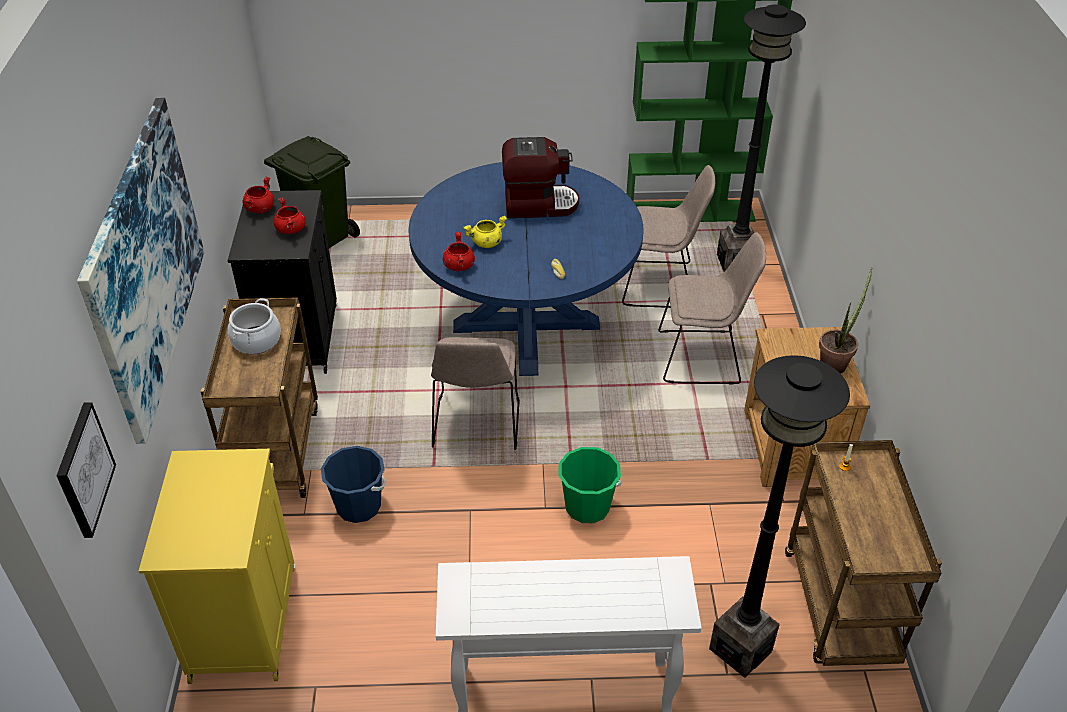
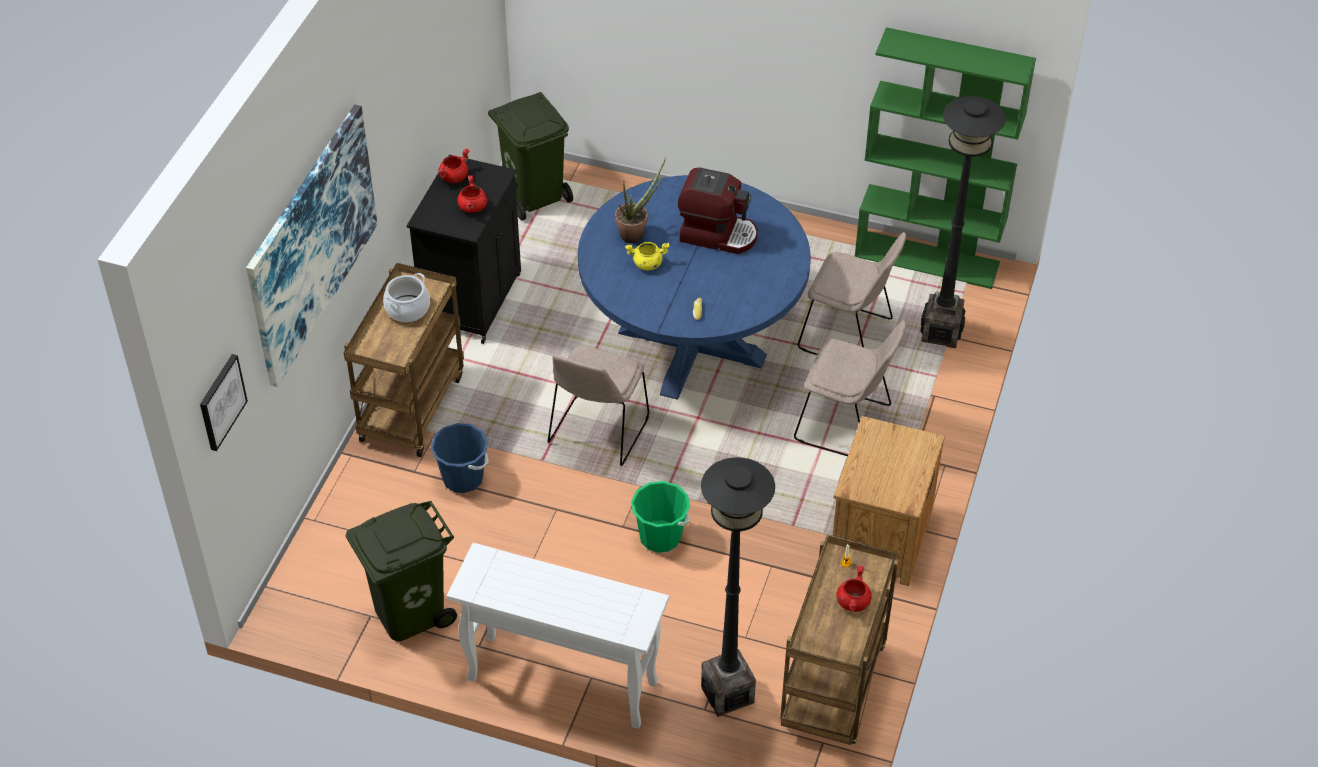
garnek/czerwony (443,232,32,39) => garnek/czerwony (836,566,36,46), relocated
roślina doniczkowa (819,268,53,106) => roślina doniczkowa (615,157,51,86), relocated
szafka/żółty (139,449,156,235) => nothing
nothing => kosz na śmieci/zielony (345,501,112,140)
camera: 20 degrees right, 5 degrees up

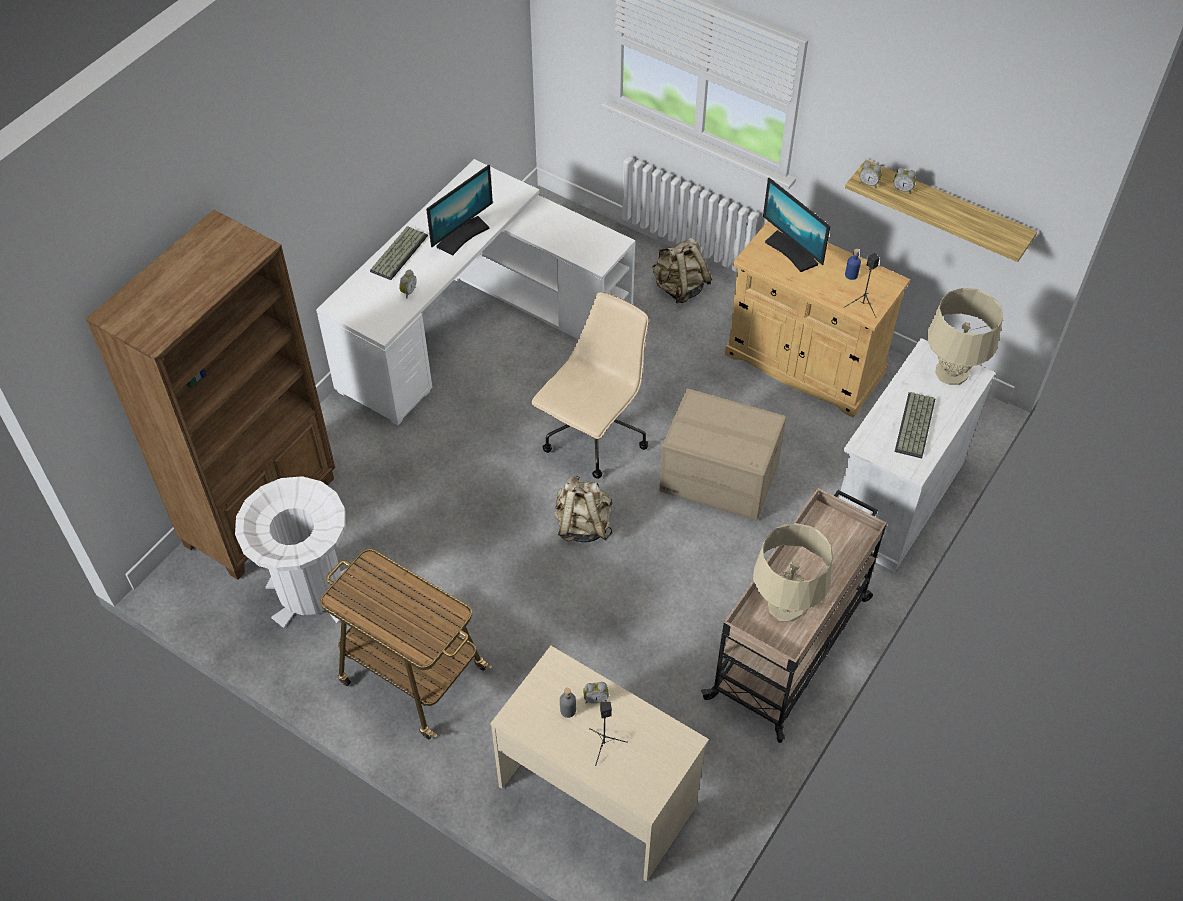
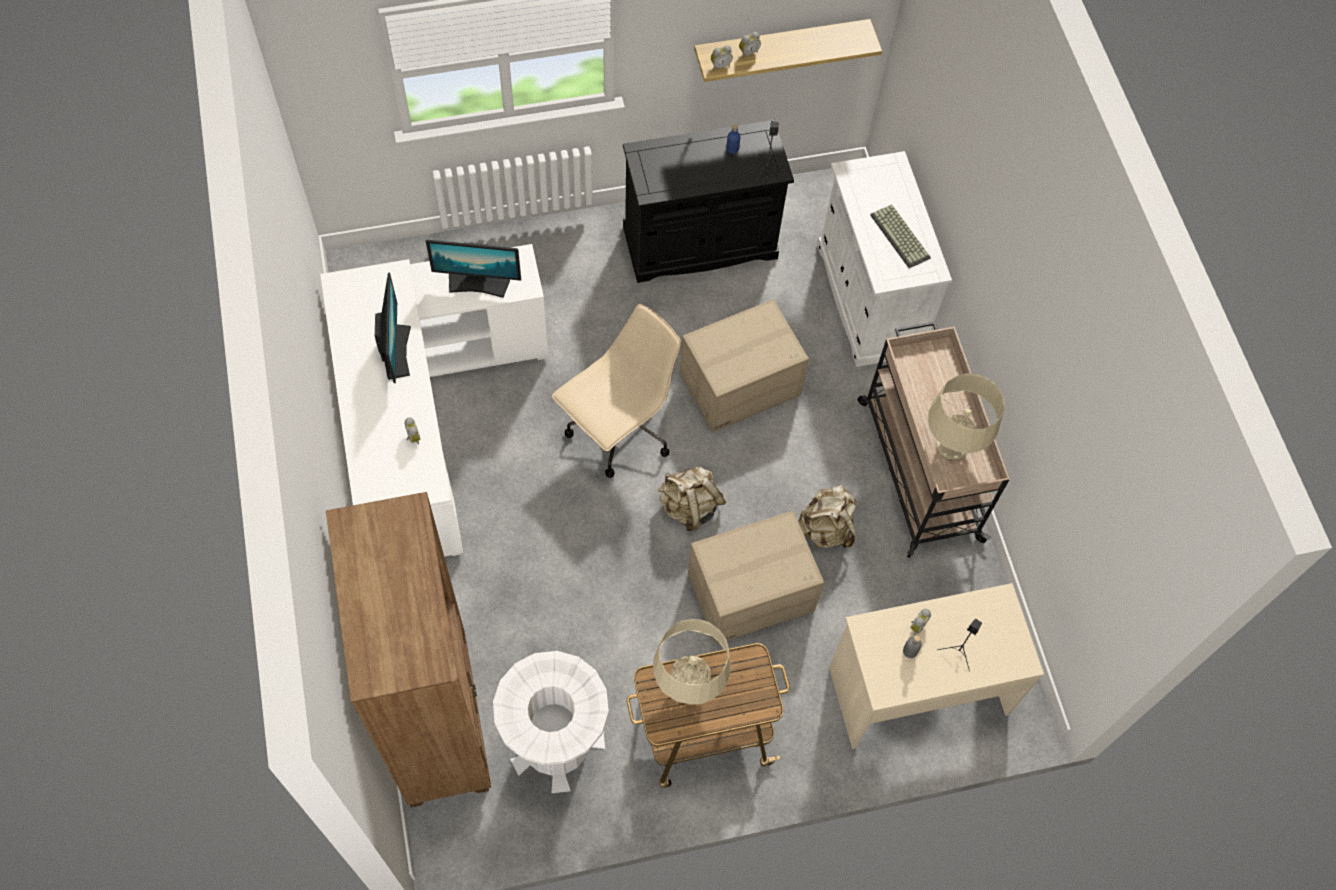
monitor (763,178,67,94) => monitor (426,240,95,58), relocated
szafka/beżowy (725,221,186,197) => szafka/czarny (623,120,171,163)
klawiatura (370,226,58,54) => nothing
plecak/beżowy (652,237,60,66) => plecak/beżowy (799,485,57,63), relocated
lampa stołowa/beżowy (927,288,76,97) => lampa stołowa/beżowy (653,619,78,86), relocated
krzesło biurowe/beżowy (531,292,118,187) => krzesło biurowe/beżowy (552,304,129,174), 60 degrees clockwise
nothing => karton (688,511,136,133)
camera: 50 degrees left, 10 degrees up

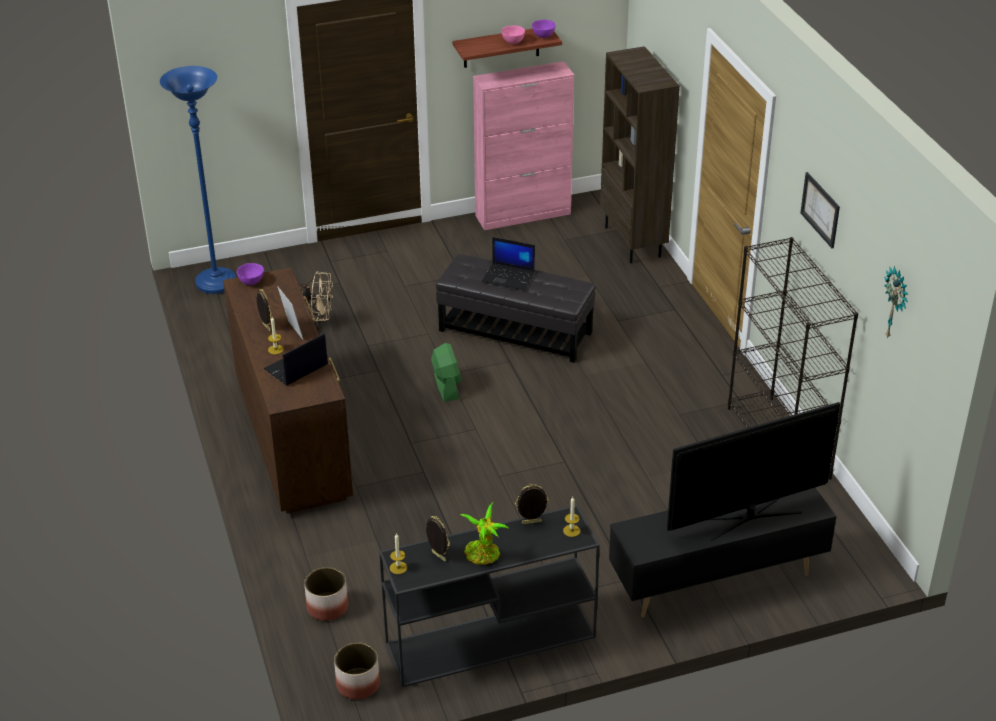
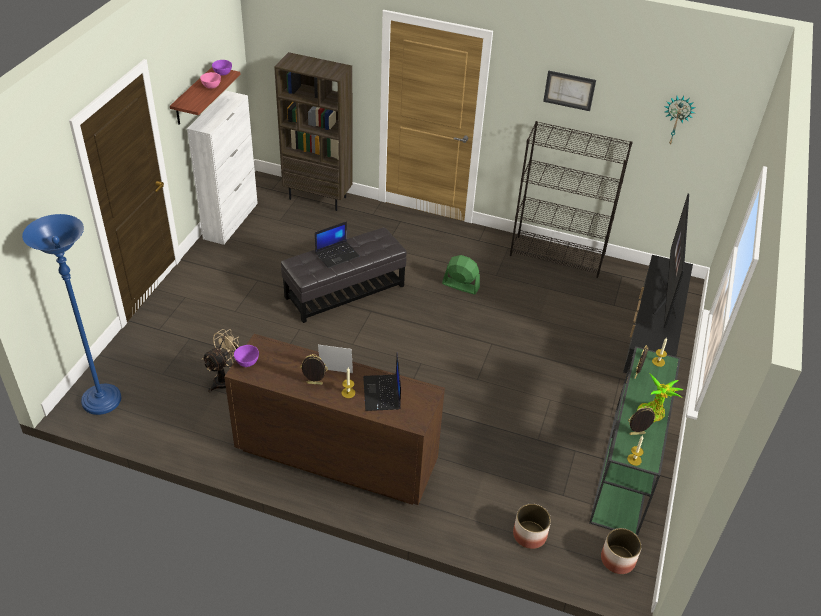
szafka/różowy (473,61,101,169) => szafka/biały (187,91,71,154)
wentylator/zielony (431,343,31,59) => wentylator/zielony (442,255,38,40), relocated
stolik konsolowy/czarny (379,505,220,182) => stolik konsolowy/zielony (589,346,92,190)
camera: 55 degrees left, 5 degrees up

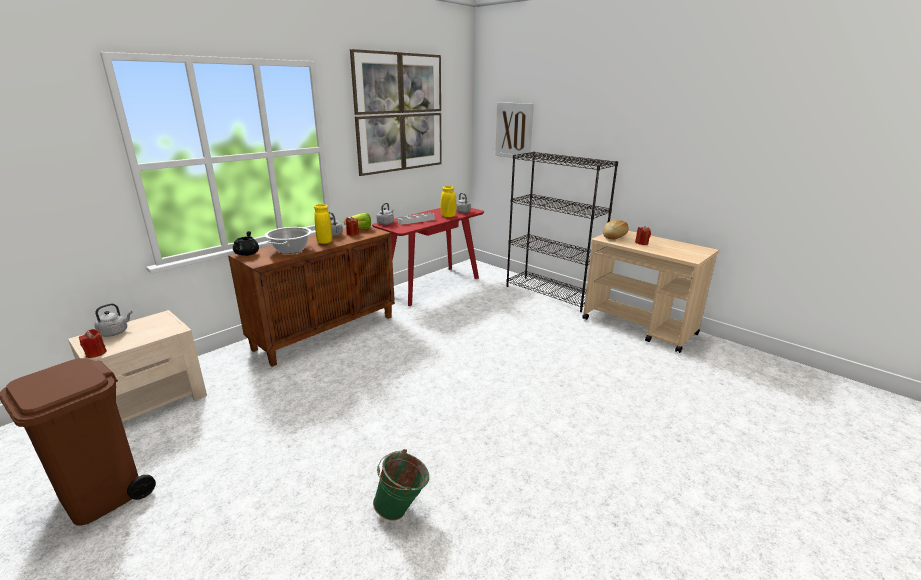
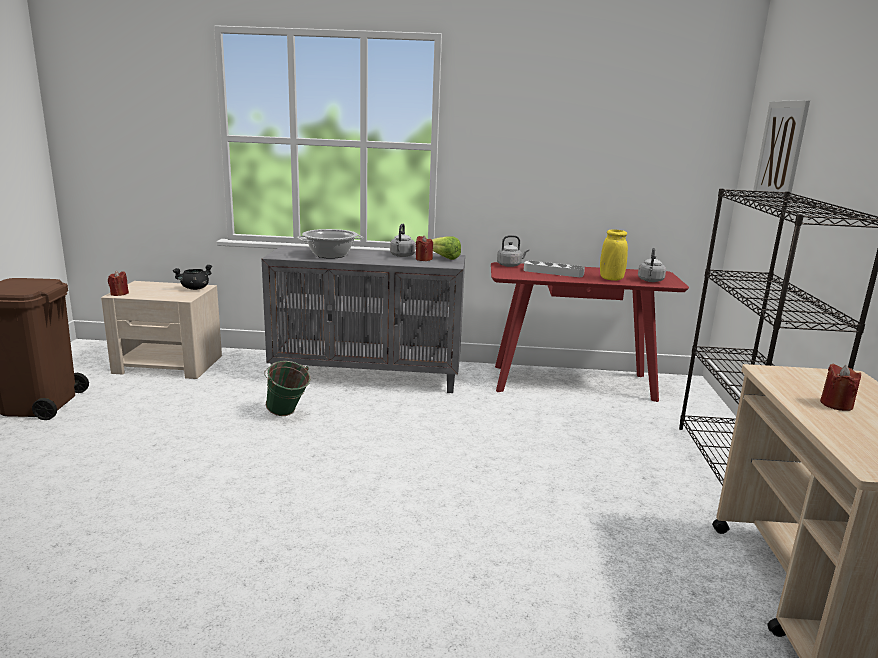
obraz (350,49,92,127) => nothing
wazon/żółty (314,204,18,40) => nothing
chleb (603,219,25,21) => nothing
szafka/brązowy (228,227,167,140) => szafka/szary (262,246,203,147)
garnek/czarny (233,231,26,25) => garnek/czarny (173,264,40,26), relocated
czajnik/szary (94,303,38,34) => nothing
wiadro/zielony (373,449,56,72) => wiadro/zielony (264,361,47,55), relocated
camera: 50 degrees right, 5 degrees down

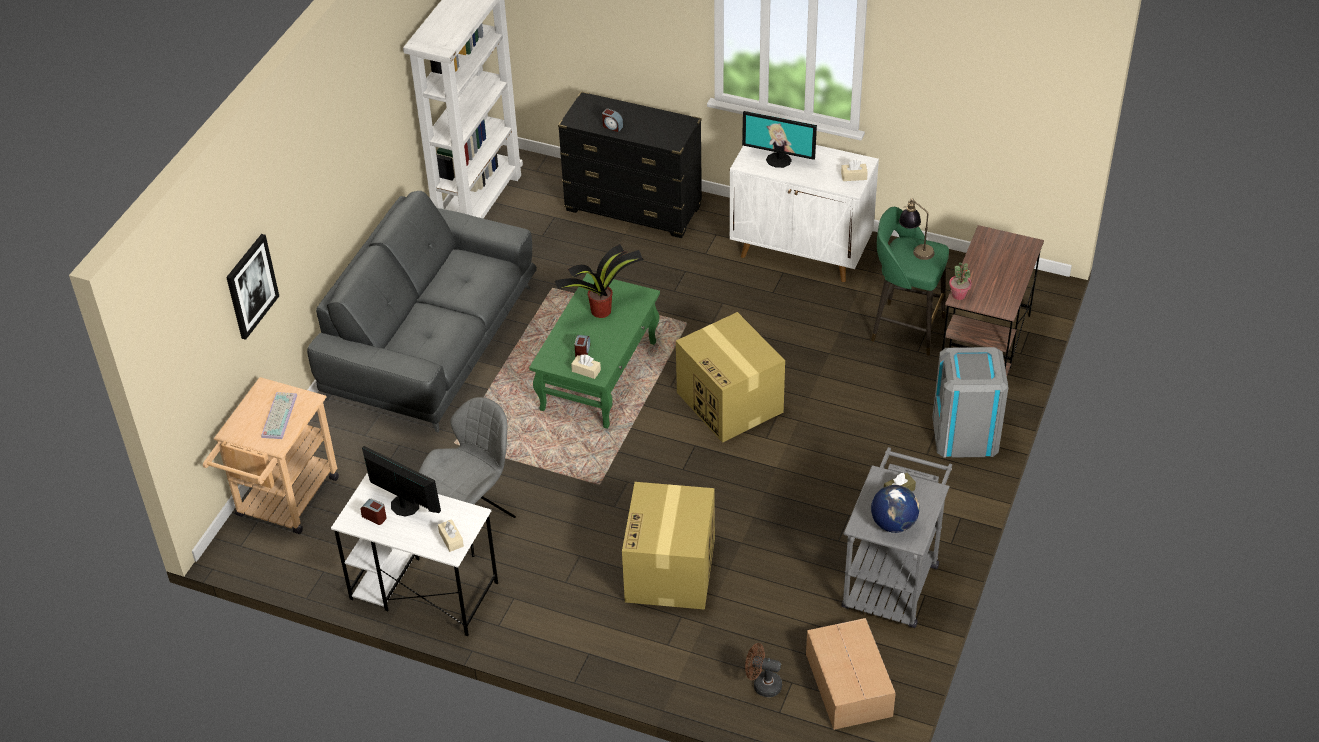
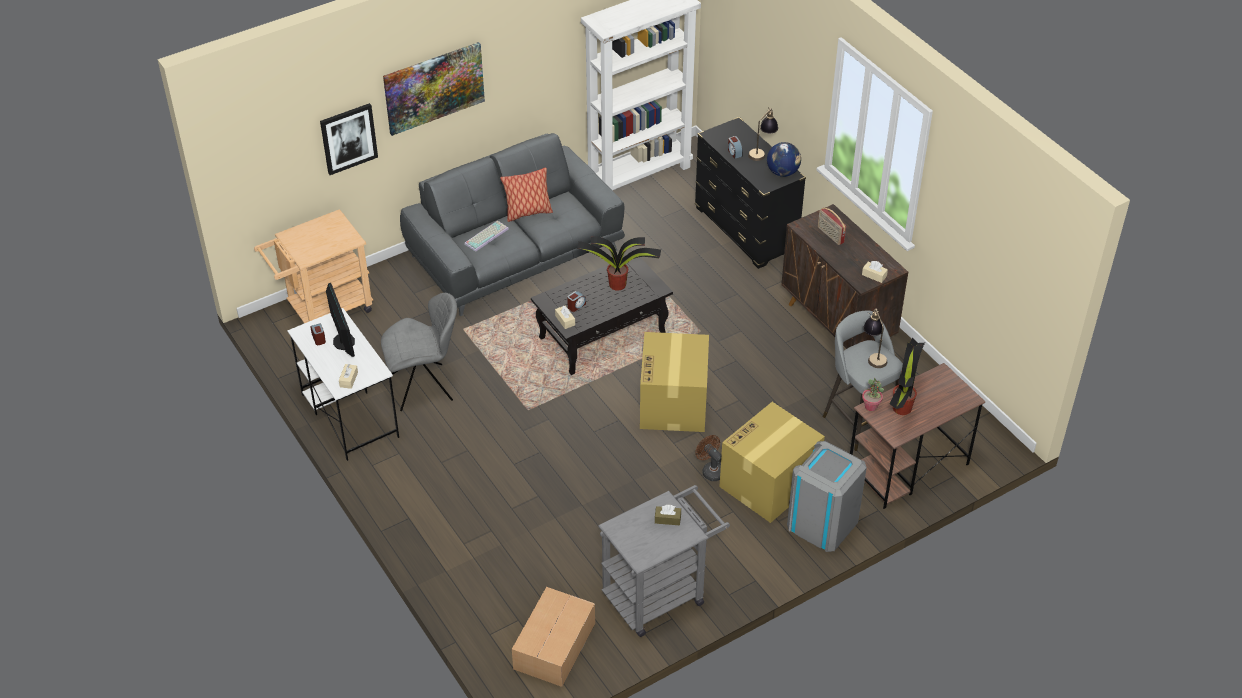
monitor (742,111,75,57) => radio (818,208,28,37)
szafka/biały (730,145,149,137) => szafka/brązowy (781,204,127,145)
stołek/zielony (871,207,78,149) => stołek/szary (823,310,80,141)
ława/zielony (529,273,131,156) => ława/czarny (531,257,142,118)
klawiatura (261,392,36,47) => klawiatura (464,221,45,31), relocated
karton (622,482,93,128) => karton (719,402,106,121), relocated
globus (871,485,48,48) => globus (767,142,34,35), relocated
wentylator/brązowy (745,643,37,54) => wentylator/brązowy (695,435,27,46), relocated
nothing => obraz (383,42,102,94)
nothing => lampa stołowa (748,107,30,54)
nothing => poduszka (500,167,53,55)
nothing => roślina doniczkowa (889,338,36,77)
camera: 35 degrees right, 0 degrees up

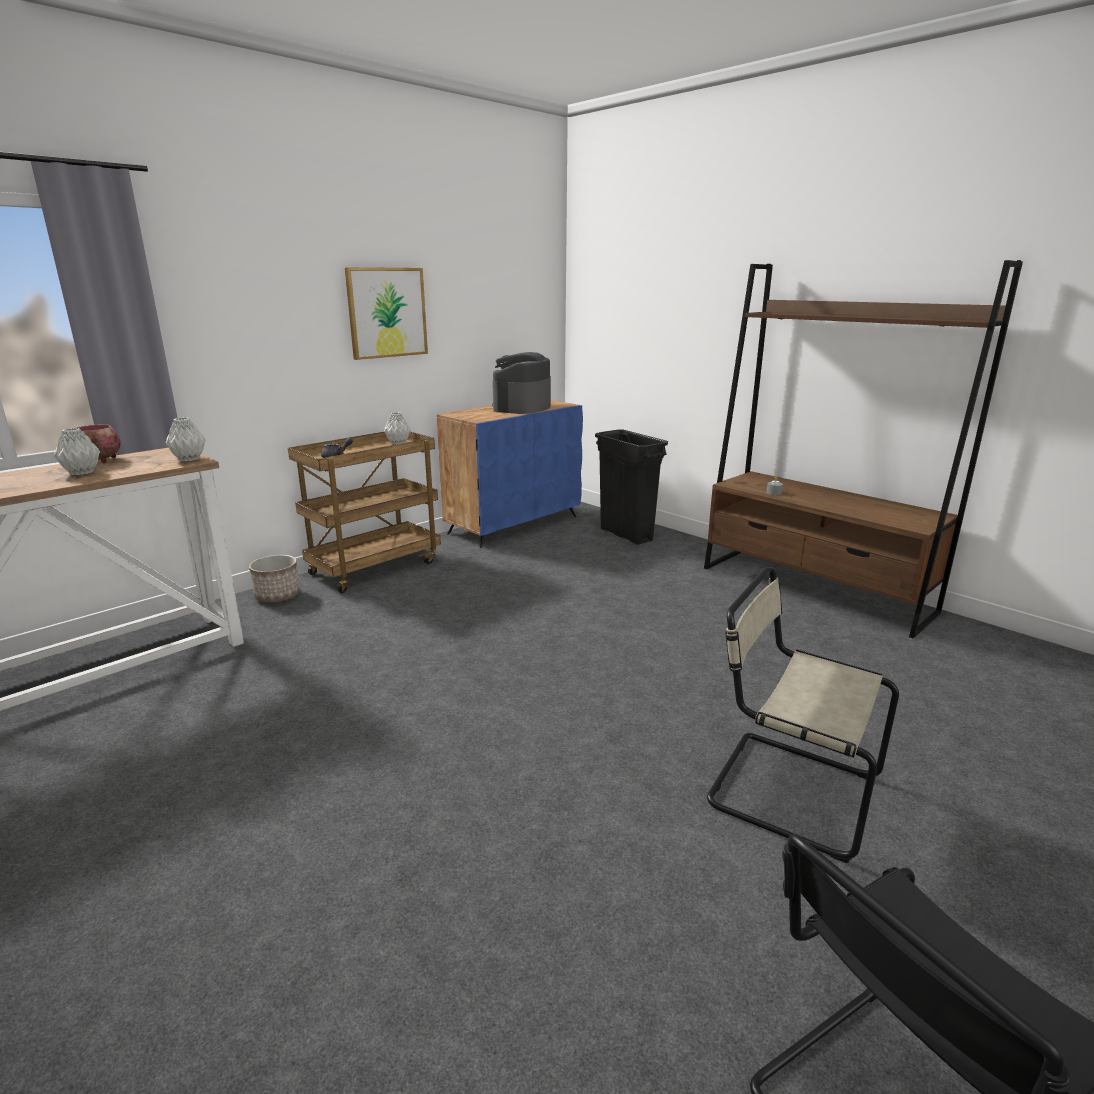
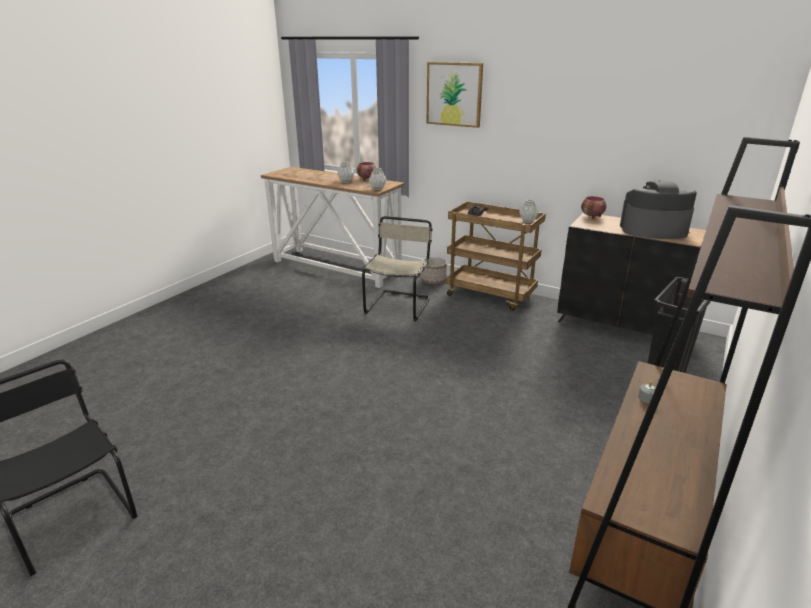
obraz (345,267,83,93) => obraz (427,62,56,66), relocated
szafka/niebieski (437,400,146,148) => szafka/czarny (557,213,149,122)
krzesło/beżowy (707,567,192,296) => krzesło/beżowy (362,216,71,105), relocated
nothing => miska (581,196,25,23)
camera: 75 degrees right, 5 degrees up

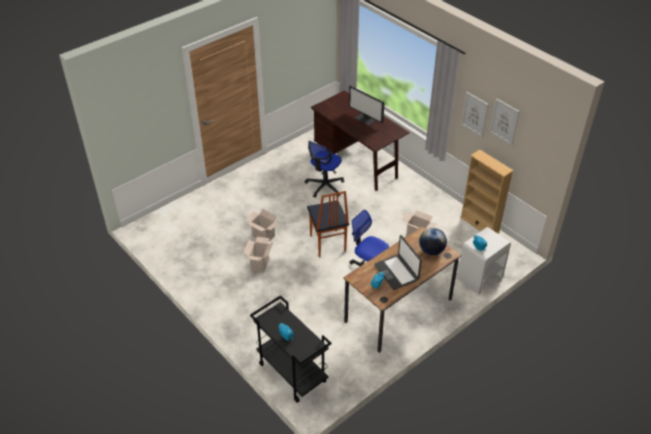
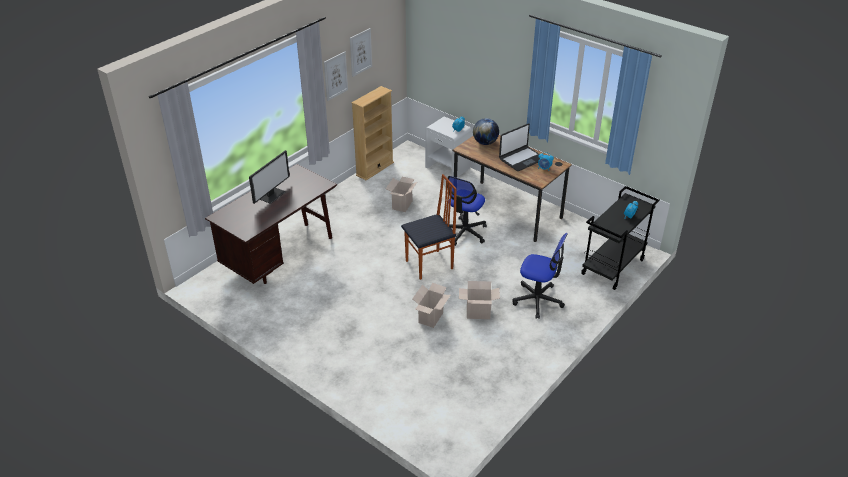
krzesło biurowe (305,141,39,57) => krzesło biurowe (512,233,56,86), relocated
camera: 100 degrees left, 5 degrees down

